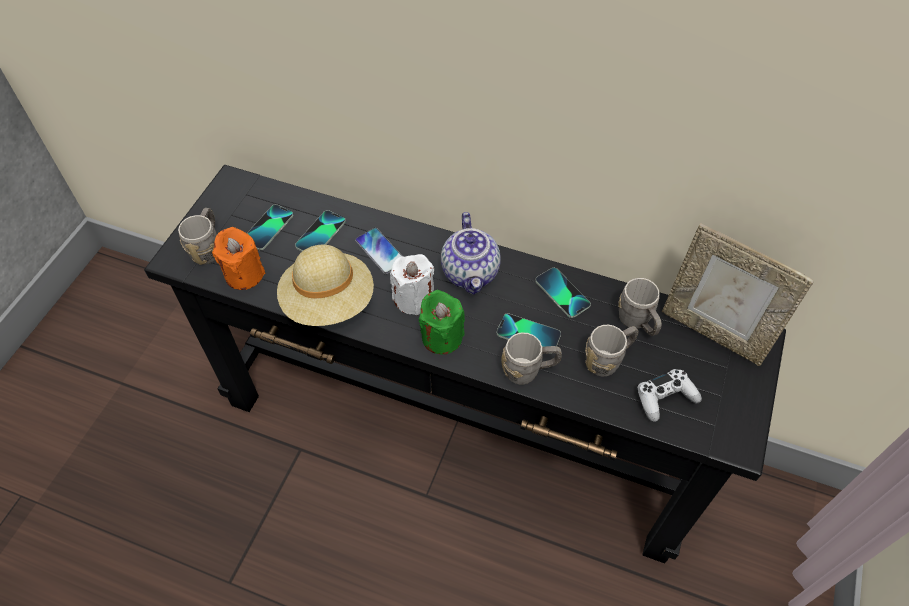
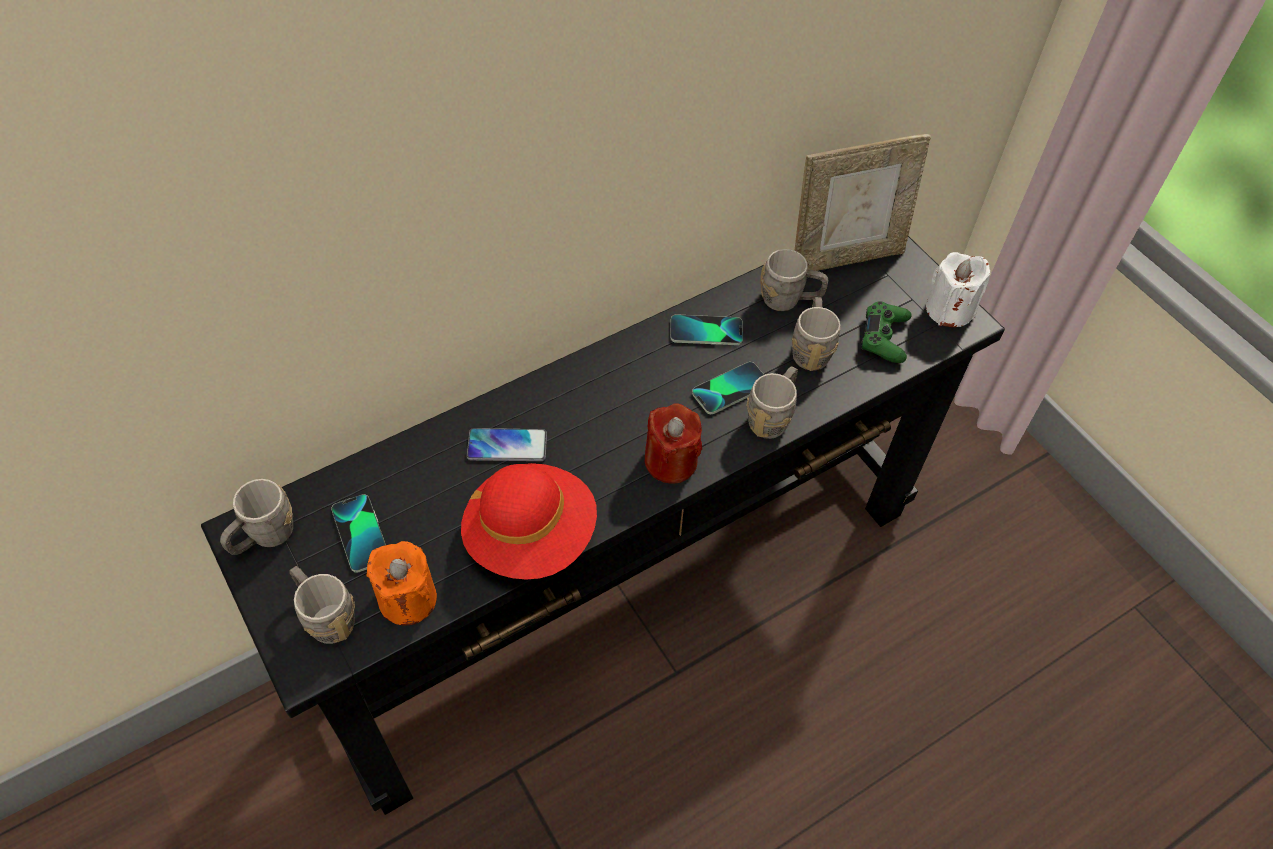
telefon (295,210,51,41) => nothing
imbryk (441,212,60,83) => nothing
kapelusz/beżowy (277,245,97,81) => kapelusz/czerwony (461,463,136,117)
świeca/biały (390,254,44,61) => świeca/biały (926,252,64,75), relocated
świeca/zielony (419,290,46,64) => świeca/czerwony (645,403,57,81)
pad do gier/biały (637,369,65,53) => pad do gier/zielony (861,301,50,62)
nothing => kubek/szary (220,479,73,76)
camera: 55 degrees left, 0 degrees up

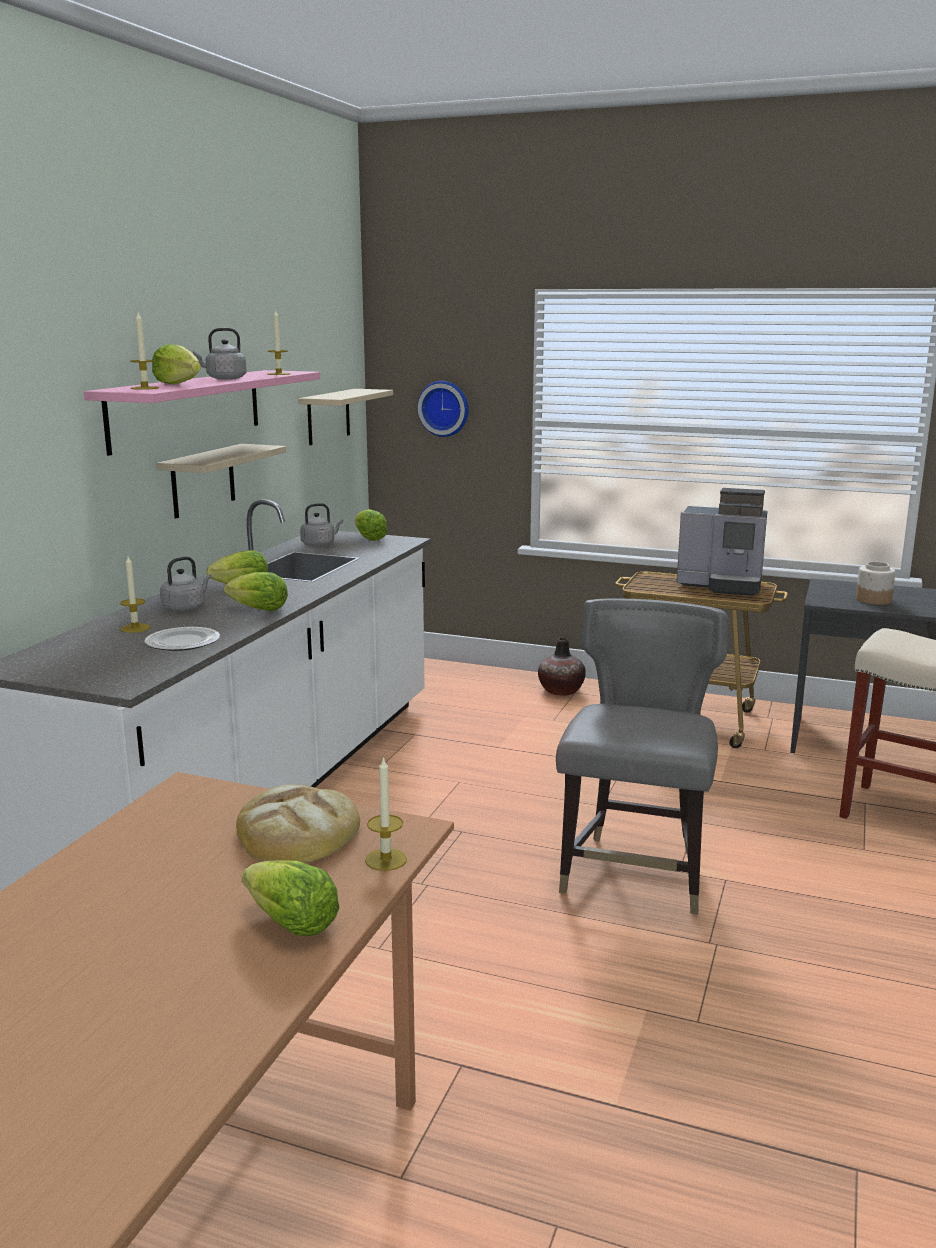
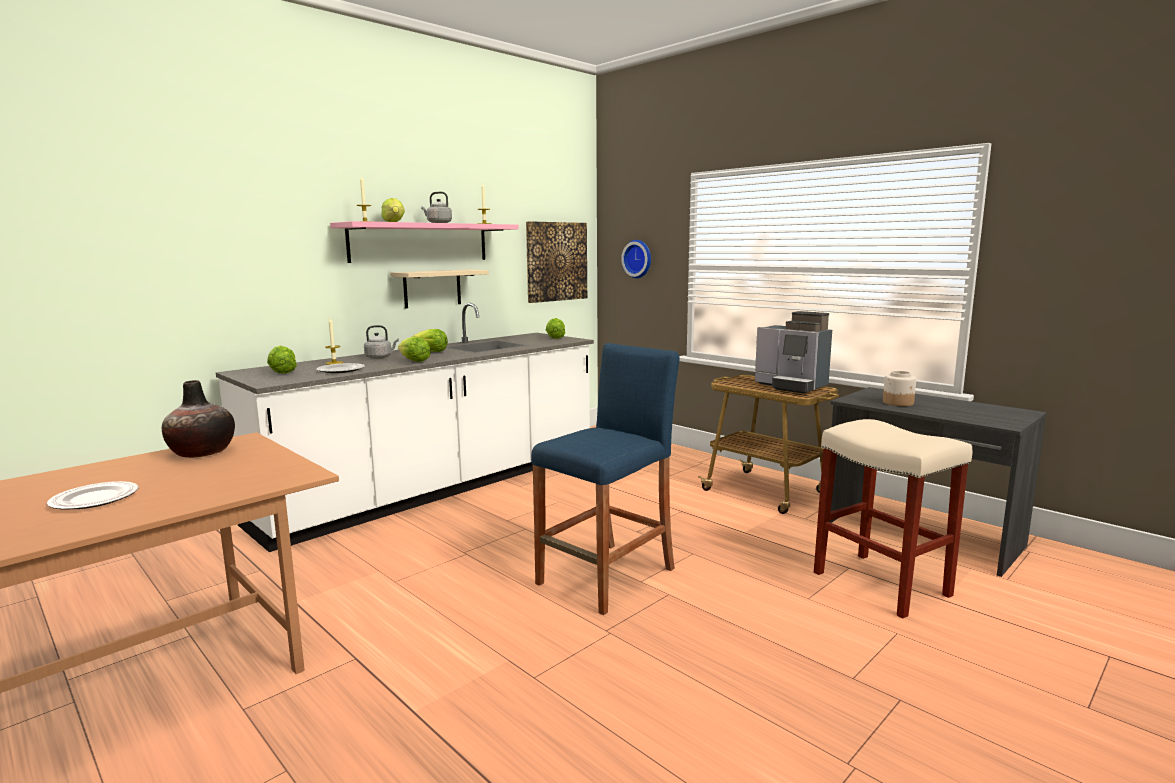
półka/beżowy (298,389,95,56) => obraz (526,221,61,82)
czajnik/szary (300,503,43,43) => nothing
krzesło/szary (556,599,172,316) => stołek/niebieski (531,343,149,272)
wazon (538,637,48,59) => wazon (162,380,73,78), relocated
świeca (365,756,42,115) => nothing
chleb (236,784,124,79) => nothing
sałata (241,860,98,76) => sałata (267,346,30,28), relocated
nothing => talerz (47,481,92,29)
camera: 25 degrees right, 5 degrees down

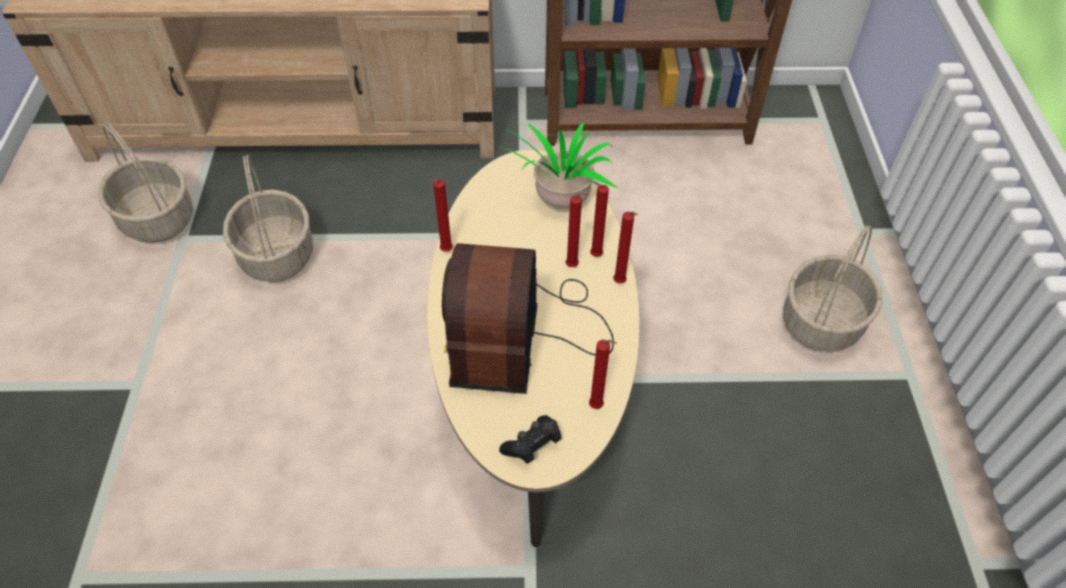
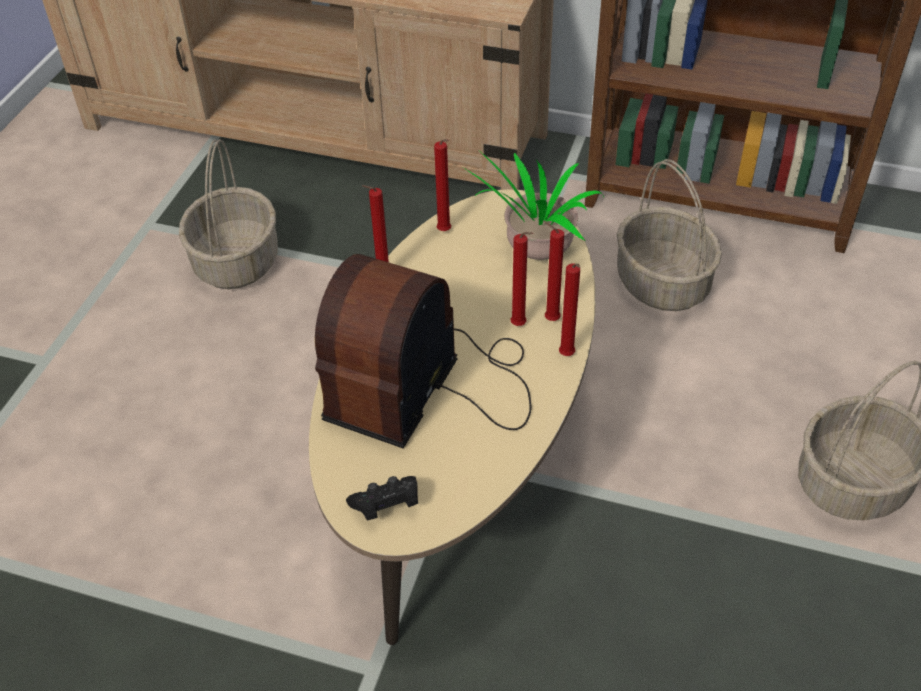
koszyk (98,122,95,121) => koszyk (617,159,105,152), relocated
świeca/czerwony (589,340,28,69) => świeca/czerwony (434,139,17,92), relocated
camera: 20 degrees right, 5 degrees down

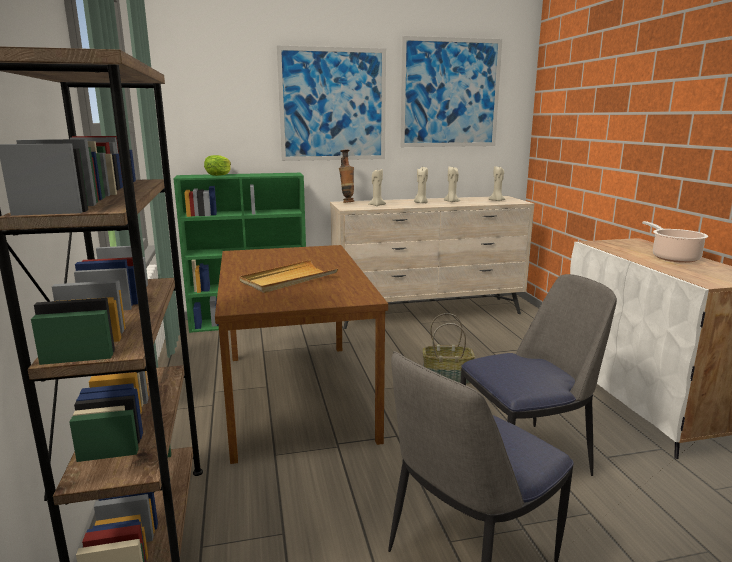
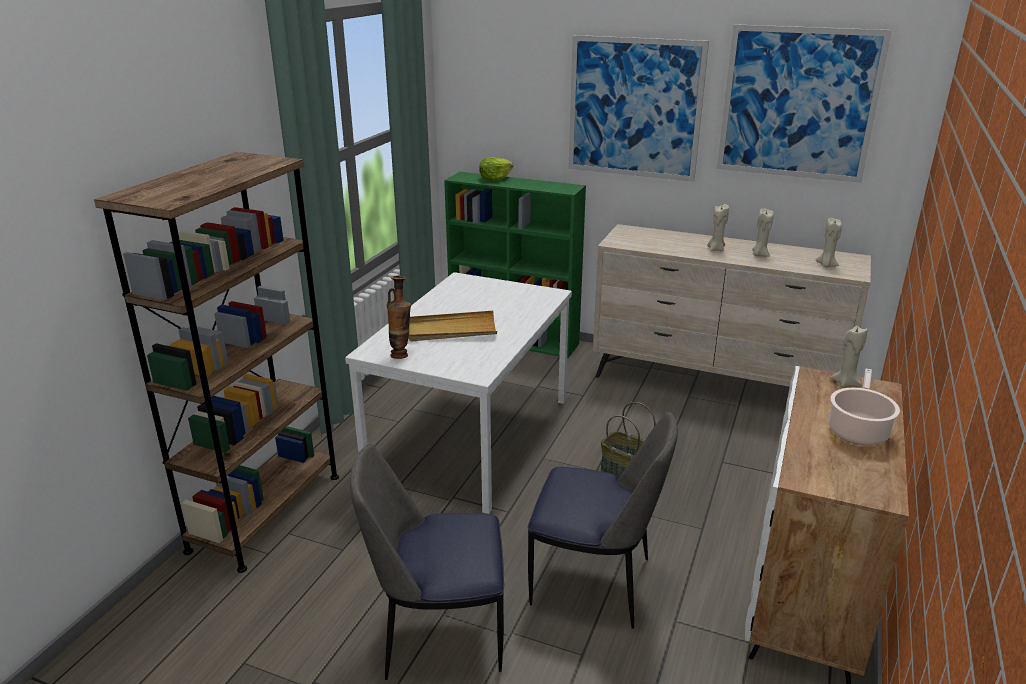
wazon (339,150,15,53) => wazon (387,275,24,84), relocated
świeca/beżowy (368,169,18,37) => świeca/beżowy (830,326,38,61), relocated
stół jadalny/brązowy (215,245,173,219) => stół jadalny/biały (345,272,227,242)
camera: 35 degrees right, 10 degrees up

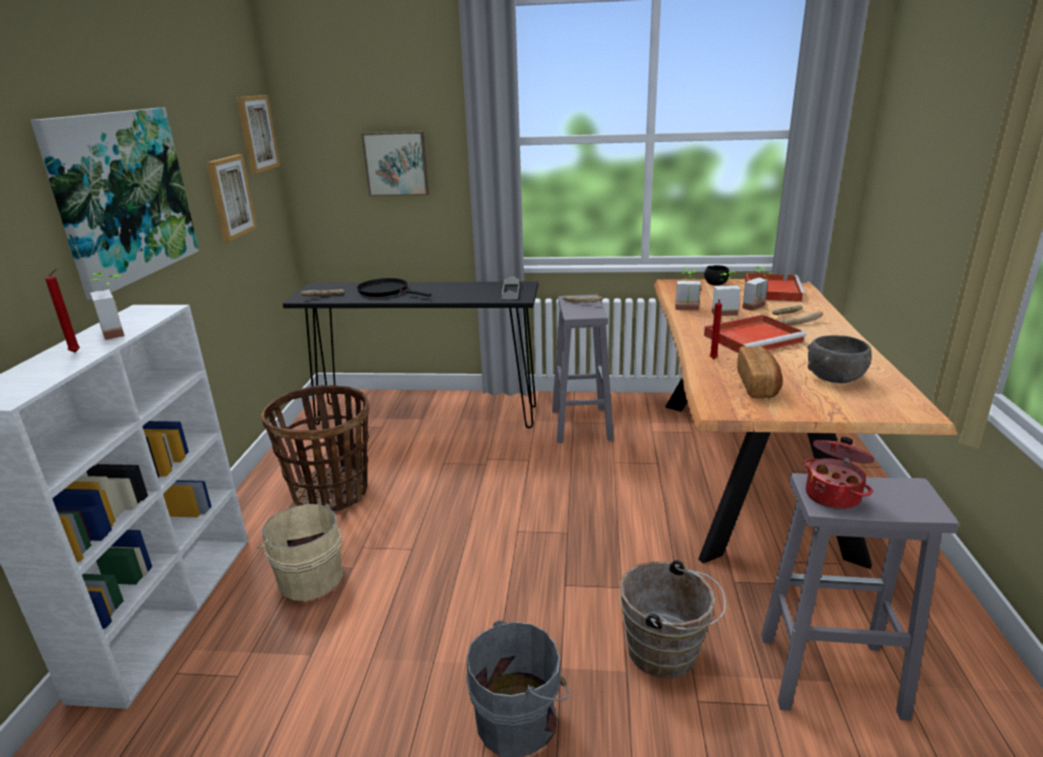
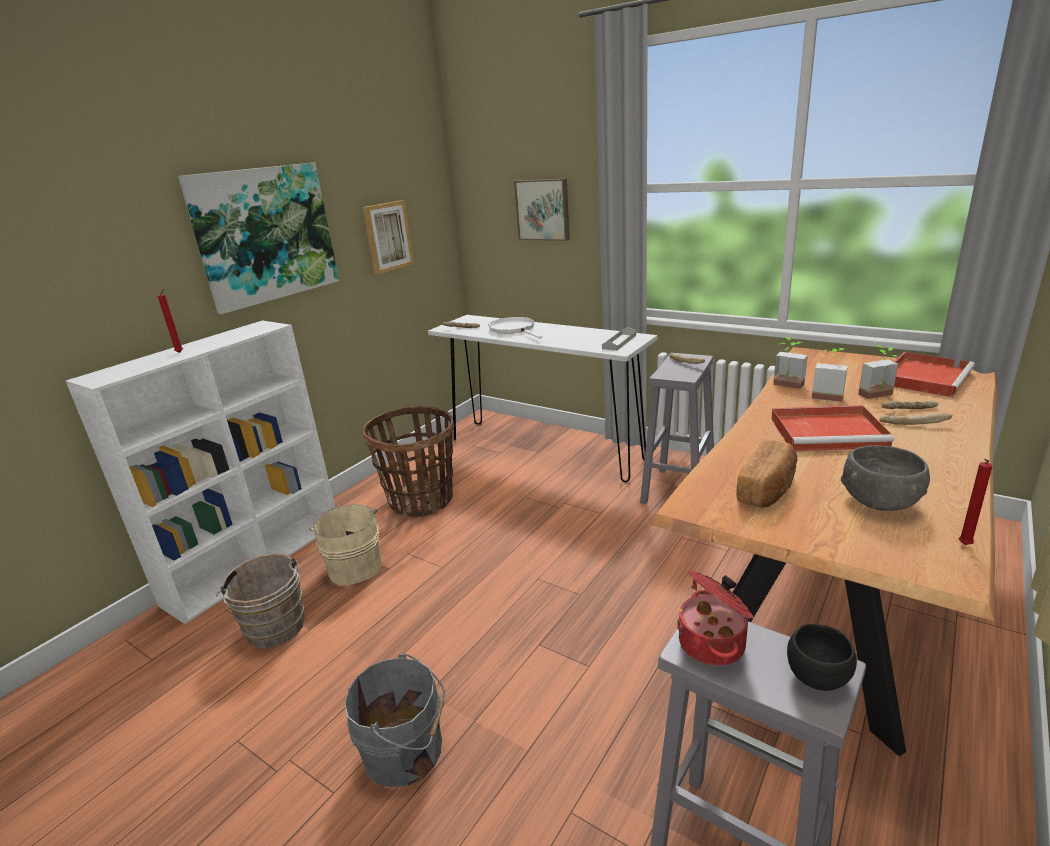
obraz (236,95,44,79) => nothing
miska/czarny (704,265,25,21) => miska/czarny (787,624,70,67), relocated
roślina doniczkowa (90,273,34,67) => nothing
patelnia/czarny (357,278,75,19) => patelnia/biały (488,317,54,22)
stolik konsolowy/czarny (283,282,255,146) => stolik konsolowy/biały (428,315,230,167)
świeca/czerwony (710,299,12,60) => świeca/czerwony (959,459,33,86), relocated
wiadro/brązowy (620,560,106,119) => wiadro/brązowy (216,553,89,95), relocated
camera: 30 degrees right, 0 degrees up

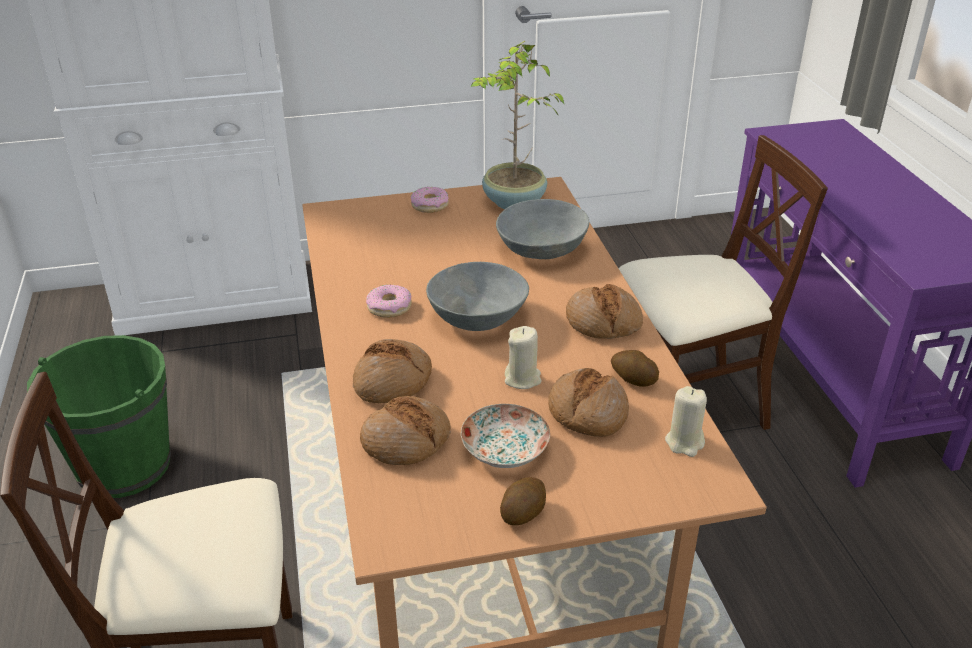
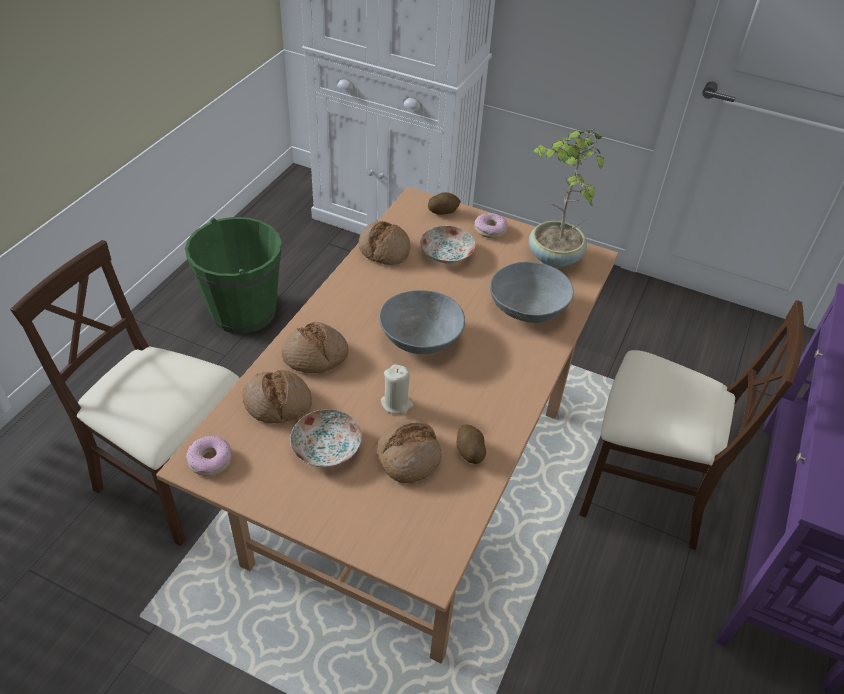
donut (366,284,46,34) => donut (186,436,46,40), relocated
chleb (566,284,77,55) => chleb (359,221,52,44), relocated
świeca/beżowy (665,386,42,71) => nothing
ziemniak (500,477,46,48) => ziemniak (428,192,33,23), relocated
nothing => talerz (420,226,56,38)
camera: 35 degrees right, 10 degrees up

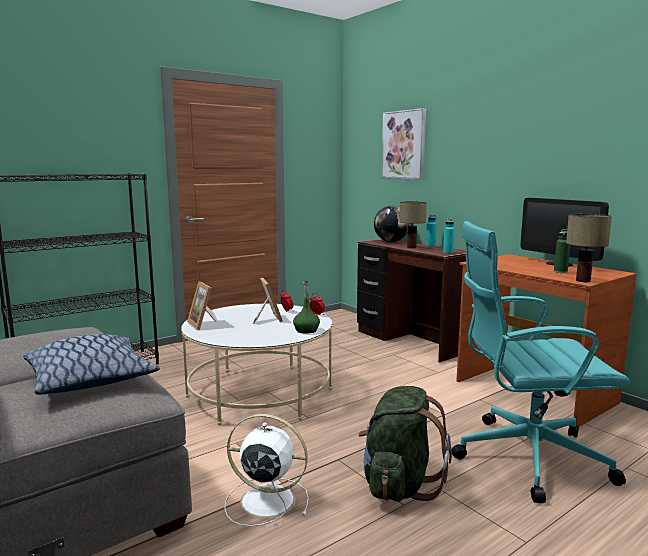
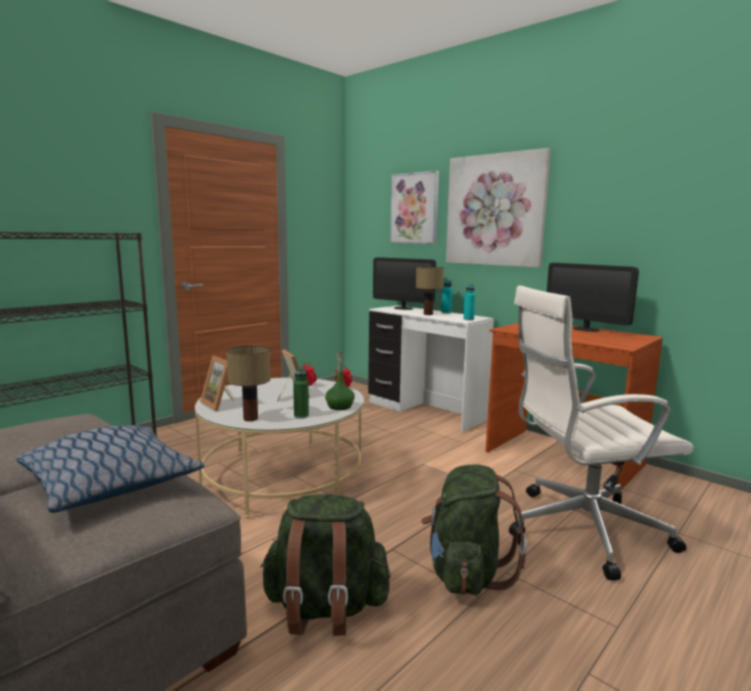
globus (374,206,36,36) => monitor (373,257,63,53)
lampa stołowa (566,214,46,68) => lampa stołowa (226,345,45,76), relocated
krzesło biurowe/turkusowy (452,221,178,282) => krzesło biurowe/biały (509,285,185,296)
butelka/zielony (554,229,16,44) => butelka/zielony (293,368,16,51), relocated
biurko/brązowy (357,239,109,124) => biurko/biały (368,305,126,127)
wentylator/biały (224,414,85,113) => plecak/zielony (260,494,130,142)
nothing => obraz (446,148,105,120)
camera: 10 degrees left, 0 degrees up

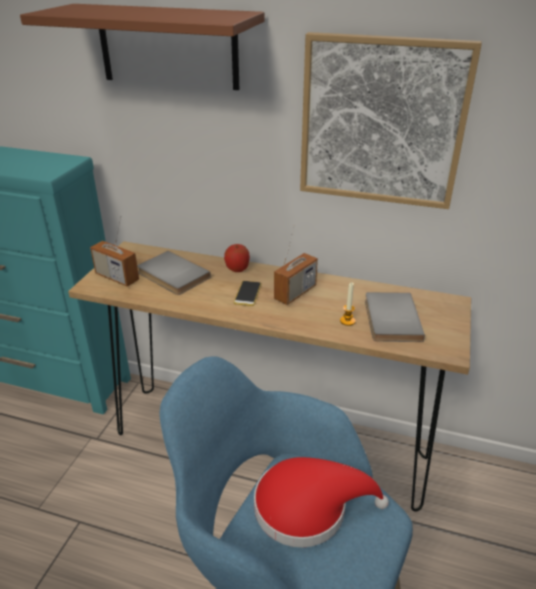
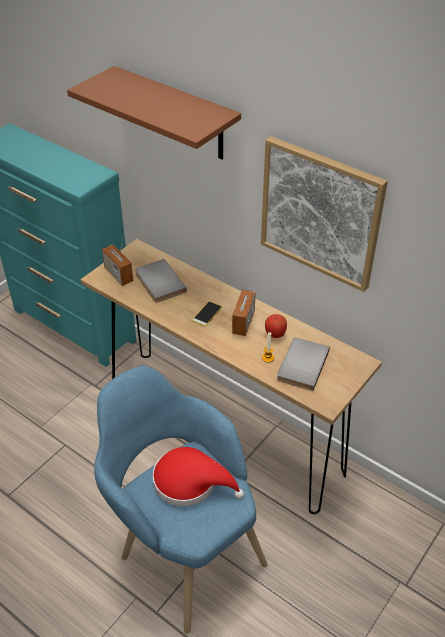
radio (274,225,44,80) => radio (232,286,24,50), 135 degrees clockwise
jabłko (224,244,26,28) => jabłko (265,314,22,24), relocated
camera: 20 degrees right, 10 degrees up

